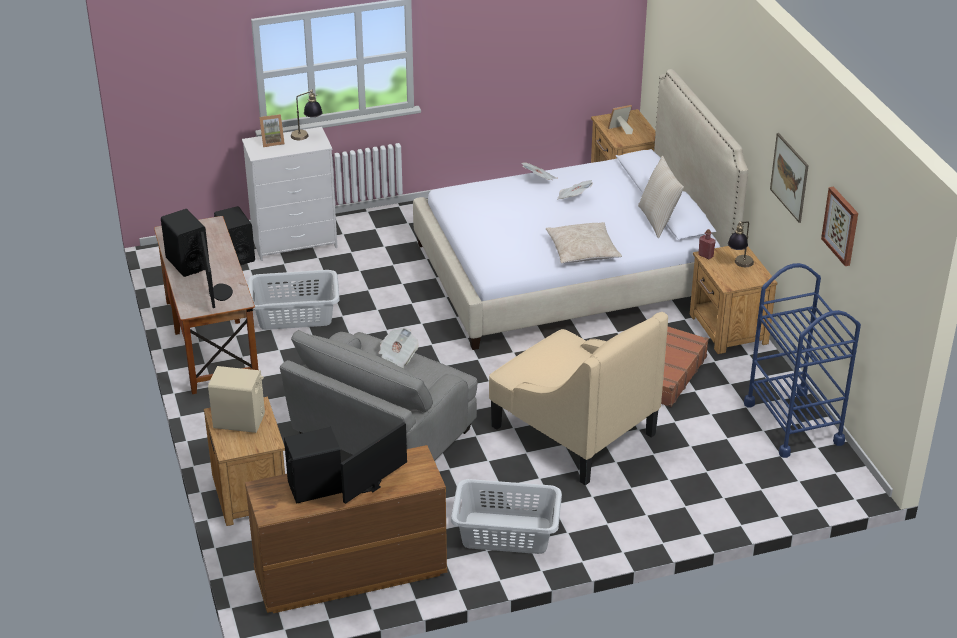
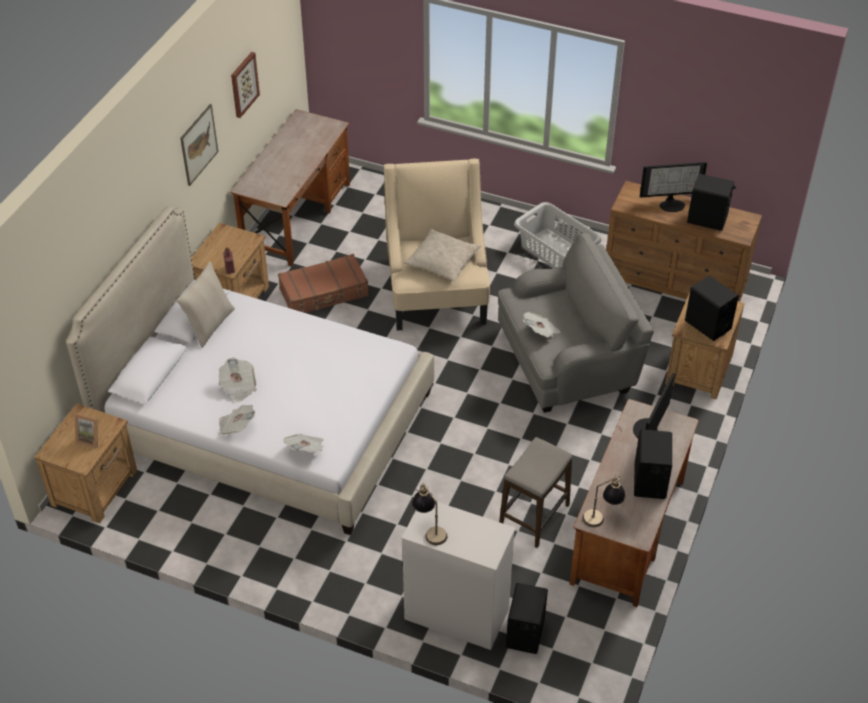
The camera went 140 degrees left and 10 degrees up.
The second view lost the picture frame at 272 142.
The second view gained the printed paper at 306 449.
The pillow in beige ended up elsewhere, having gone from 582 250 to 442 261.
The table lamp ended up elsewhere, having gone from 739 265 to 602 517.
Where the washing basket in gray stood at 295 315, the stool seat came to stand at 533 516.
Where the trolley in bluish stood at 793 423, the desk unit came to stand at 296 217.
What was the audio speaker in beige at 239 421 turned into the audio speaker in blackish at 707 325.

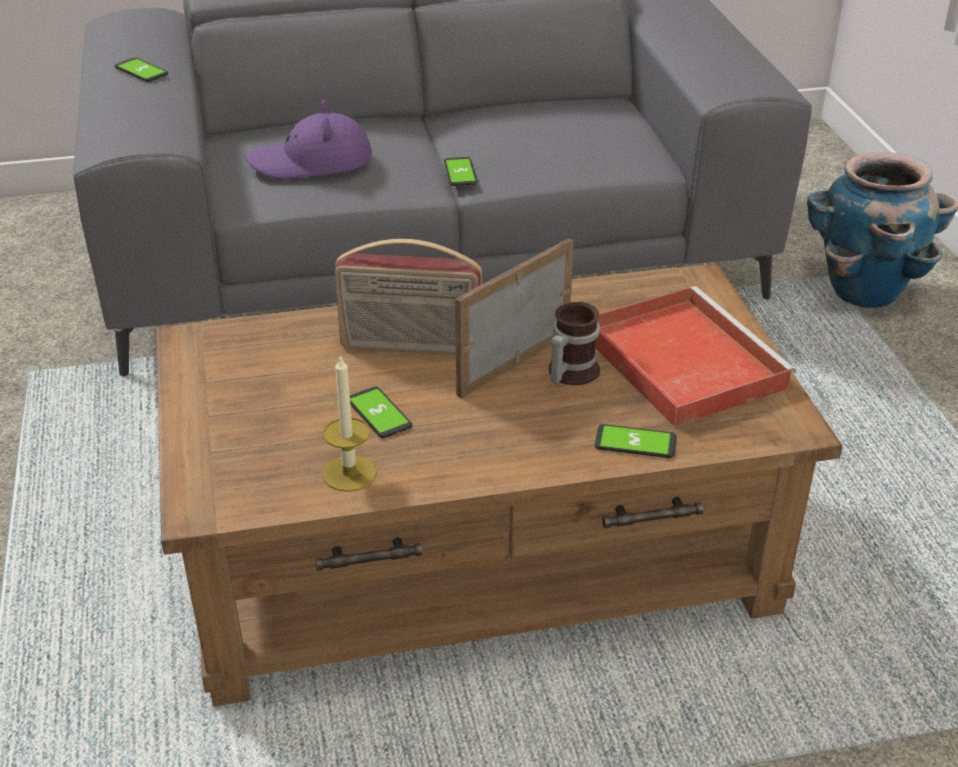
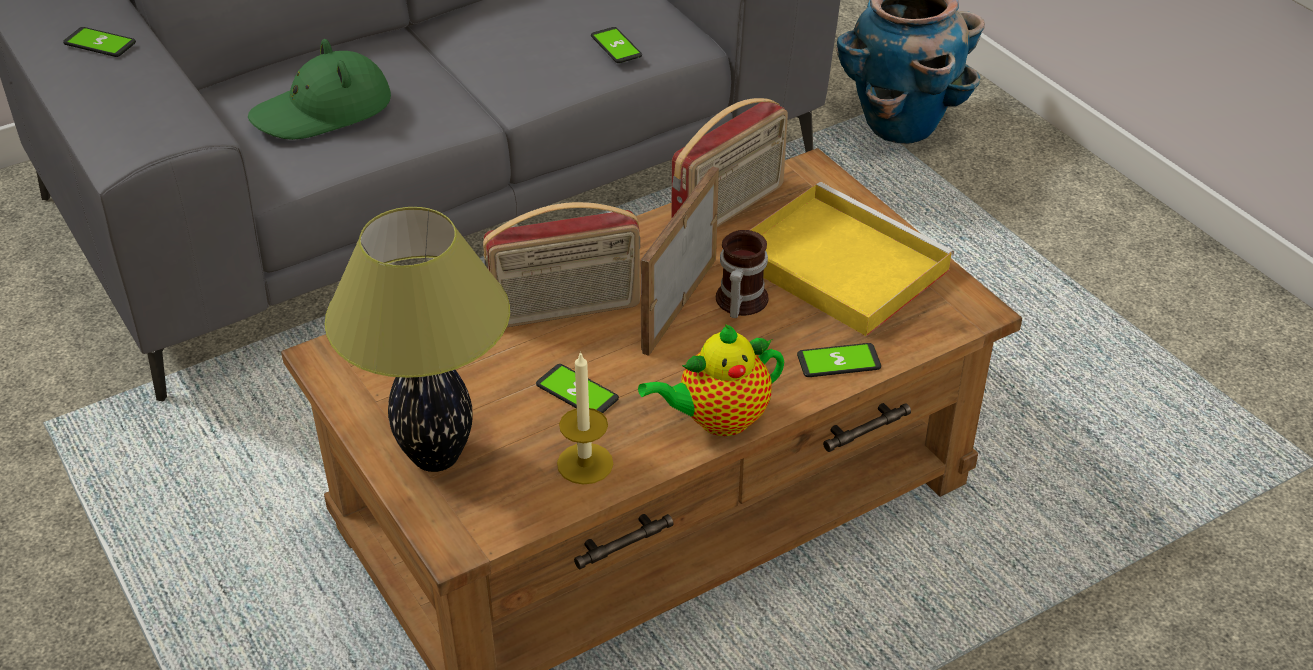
The camera went 20 degrees left and 5 degrees up.
The second view gained the table lamp at 435 457.
The second view gained the teapot at 718 420.
The second view gained the radio at 729 209.
The telephone ended up elsewhere, having gone from 460 173 to 616 46.
What was the hat in purplish at 311 162 turned into the hat in green-coloured at 323 110.
What was the serving tray in red-coloured at 680 360 turned into the serving tray in yellowish at 836 263.

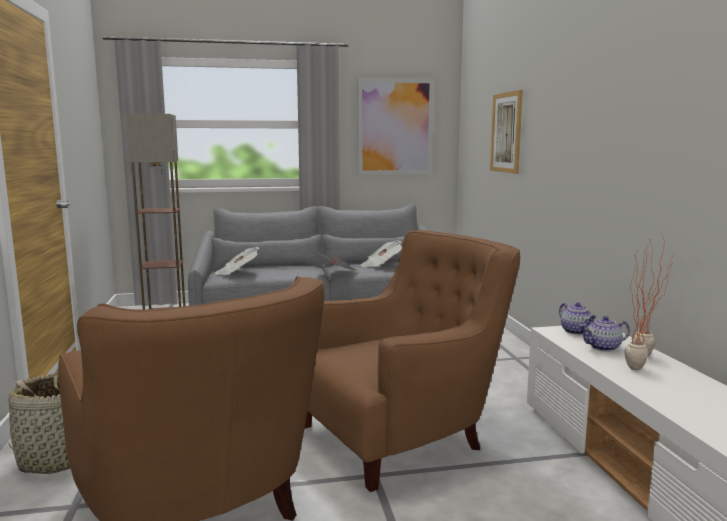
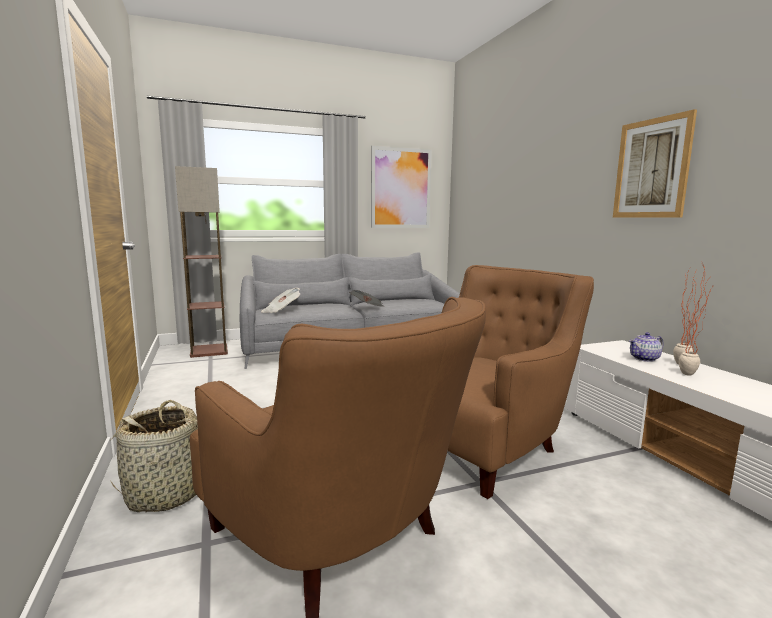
The camera went 10 degrees left and 0 degrees up.
The second view lost the printed paper at 381 265.
The second view lost the teapot at 576 331.
The wall picture ended up elsewhere, having gone from 506 132 to 651 168.

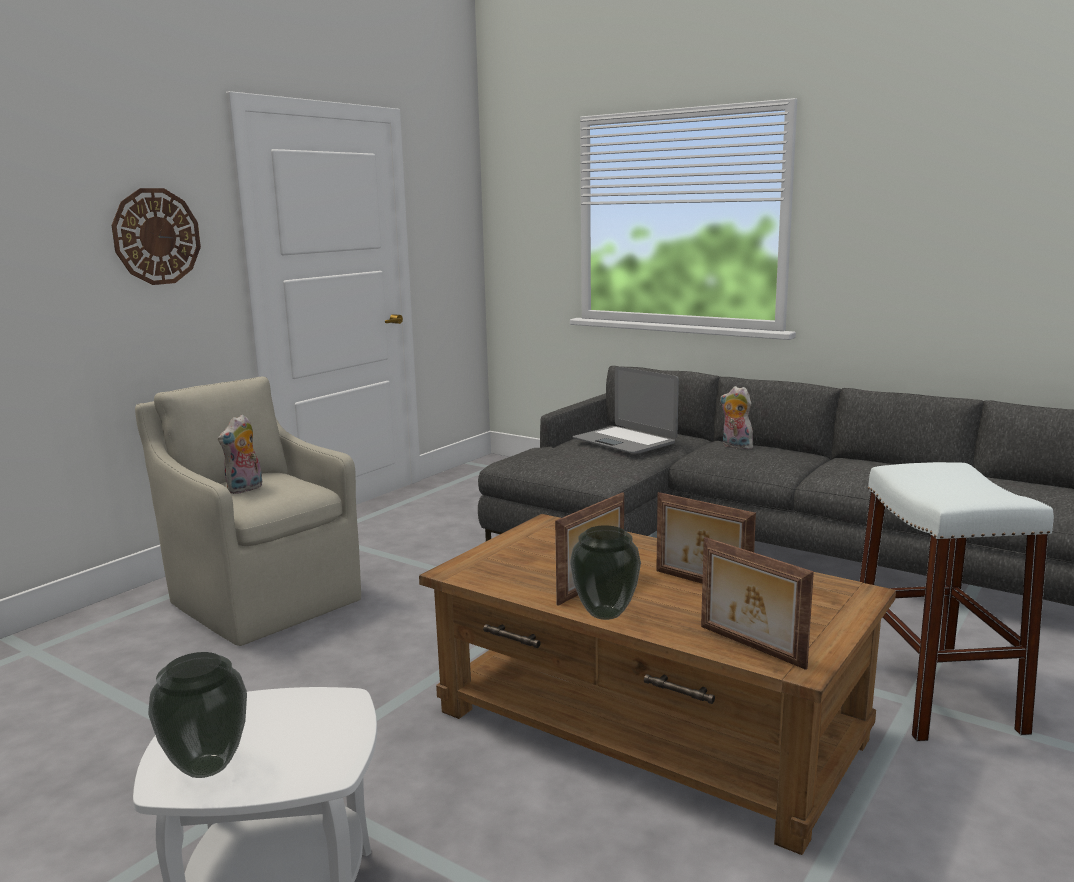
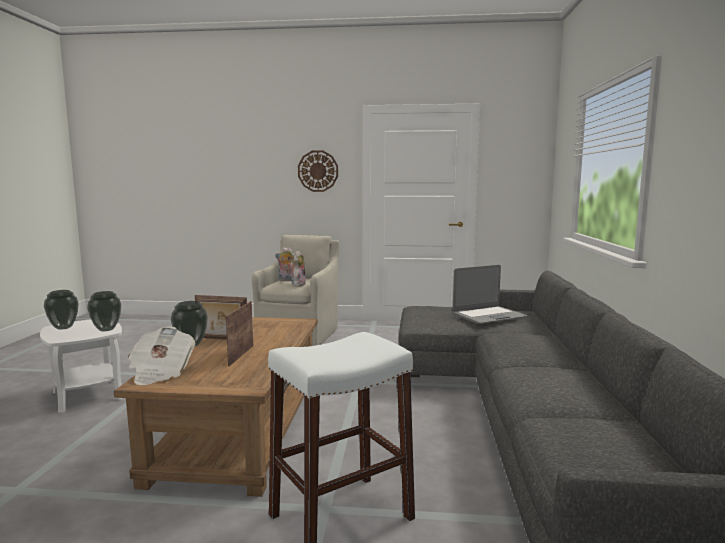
The camera went 60 degrees right and 5 degrees down.
The second view gained the vase at 107 329.
The soft toy ended up elsewhere, having gone from 735 446 to 298 284.
Where the picture frame stood at 750 647, the printed paper came to stand at 161 372.
The notebook computer at 625 441 ended up facing another way, 135 degrees counterclockwise from before.

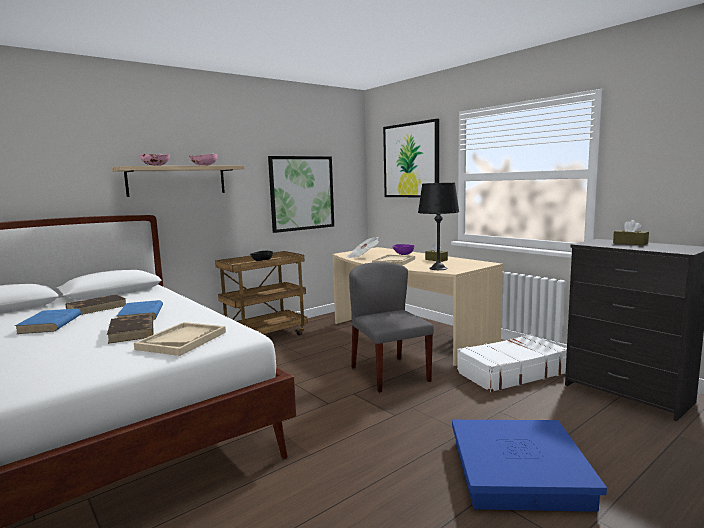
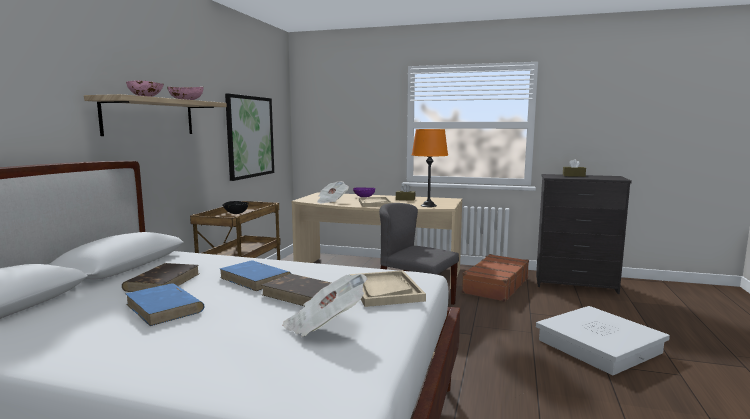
The camera went 35 degrees left and 0 degrees up.
The second view lost the wall picture at 411 160.
The second view gained the printed paper at 324 325.
What was the table lamp in blackish at 438 268 turned into the table lamp in orange at 428 205.
What was the storage container in bluish at 519 472 turned into the storage container in white at 599 346.
What was the piece of luggage in white at 511 373 turned into the piece of luggage in brown-coloured at 495 286.

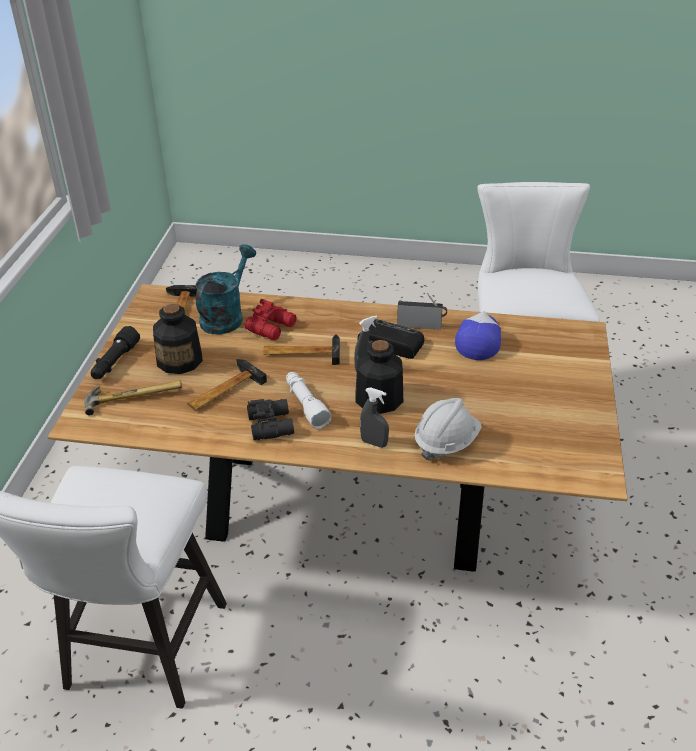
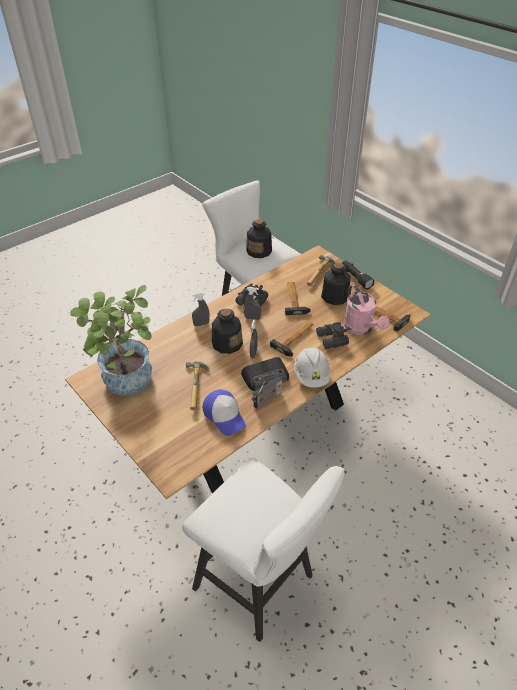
The camera went 130 degrees right and 5 degrees up.
The second view gained the plant in a pot at 127 384.
The second view gained the tool hammer at 198 387.
The second view gained the beverage bottle at 259 251.
The work helmet in white ended up elsewhere, having gone from 446 442 to 311 376.
Where the torch in white stood at 306 405, the spray bottle in gray came to stand at 252 318.
What was the watering pot in turquoise at 226 316 turned into the watering pot in pink at 361 329.
What was the pair of binoculars in red-coloured at 272 327 turned into the pair of binoculars in blackish at 331 340.

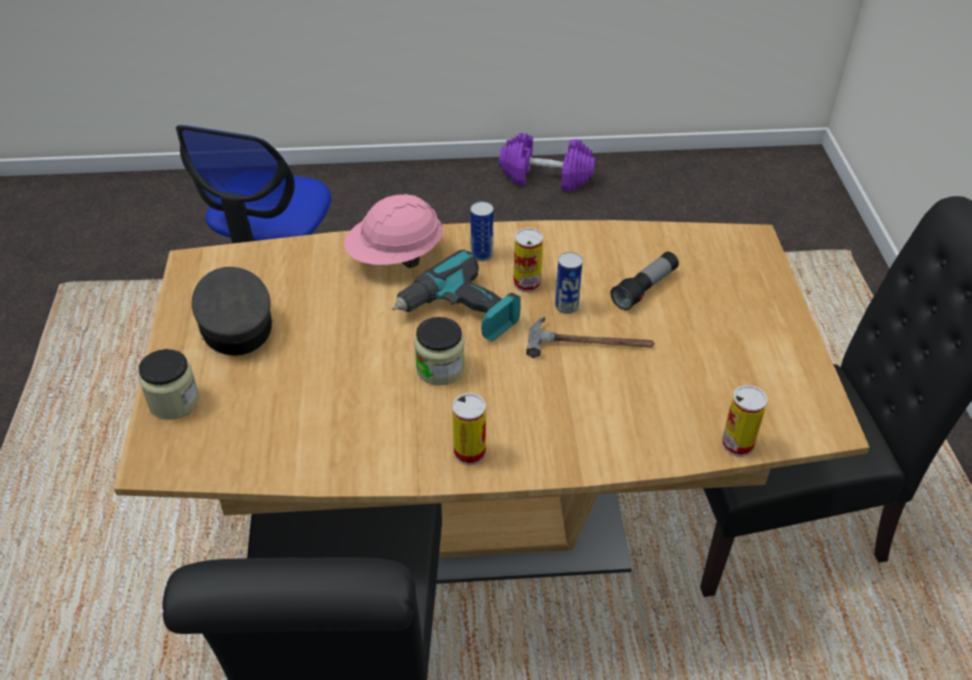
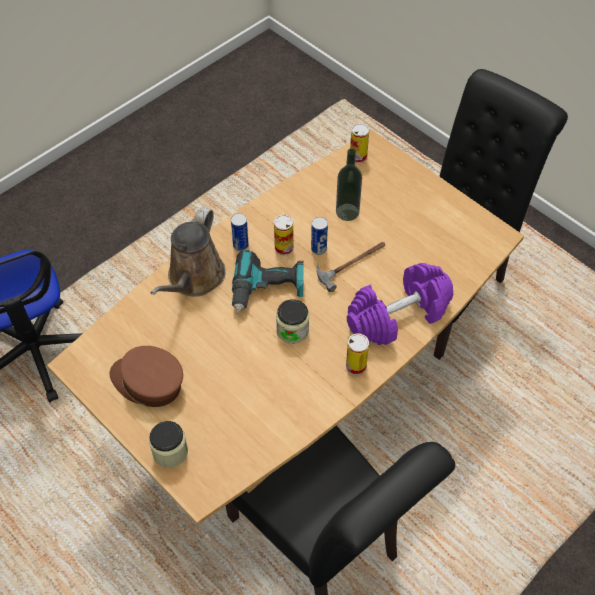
The camera went 40 degrees left and 10 degrees up.
The dumbbell in purplish ended up elsewhere, having gone from 545 177 to 398 316.
The can ended up elsewhere, having gone from 737 444 to 358 156.
Where the work helmet in pink stood at 395 257, the watering pot in brown-coloured came to stand at 194 279.
Where the torch stood at 645 289, the beverage bottle came to stand at 347 212.
What was the peaked cap in gray at 234 323 turned into the peaked cap in brown-coloured at 148 383.

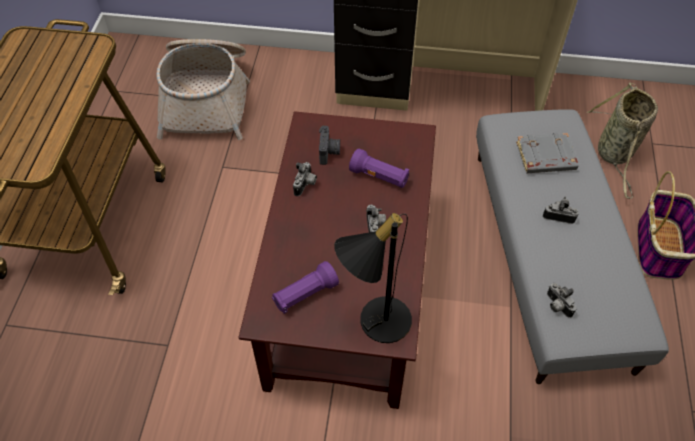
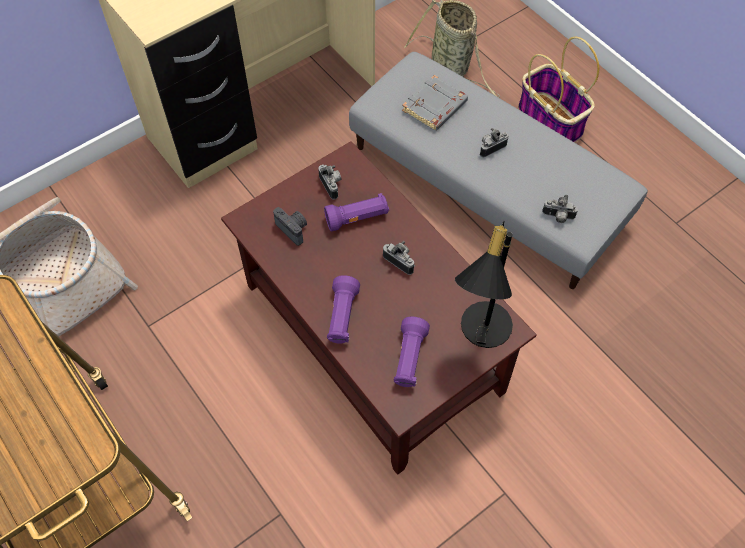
The camera went 45 degrees left and 5 degrees up.
The second view gained the torch in purplish at 342 317.
The photo camera ended up elsewhere, having gone from 306 185 to 332 185.

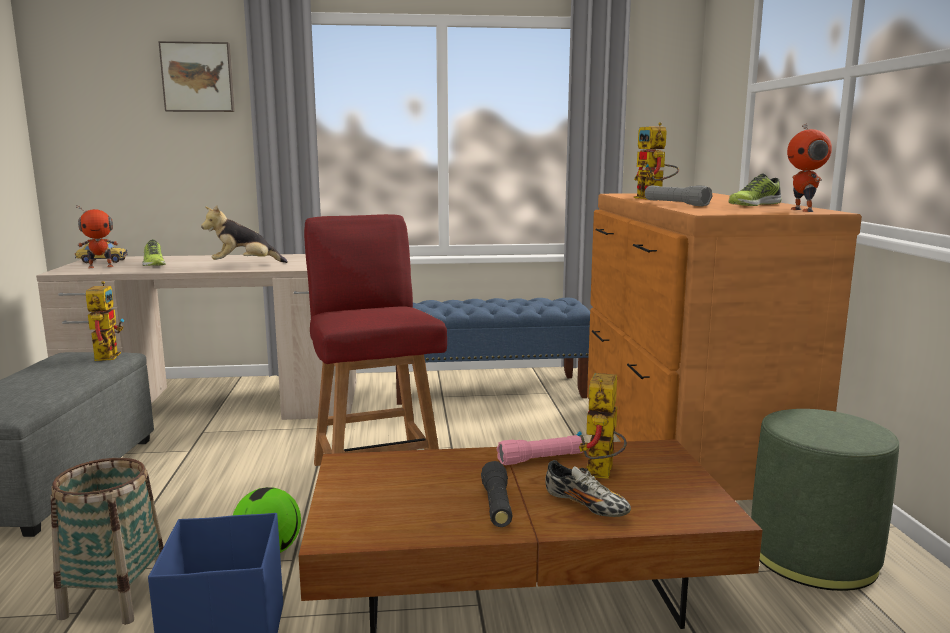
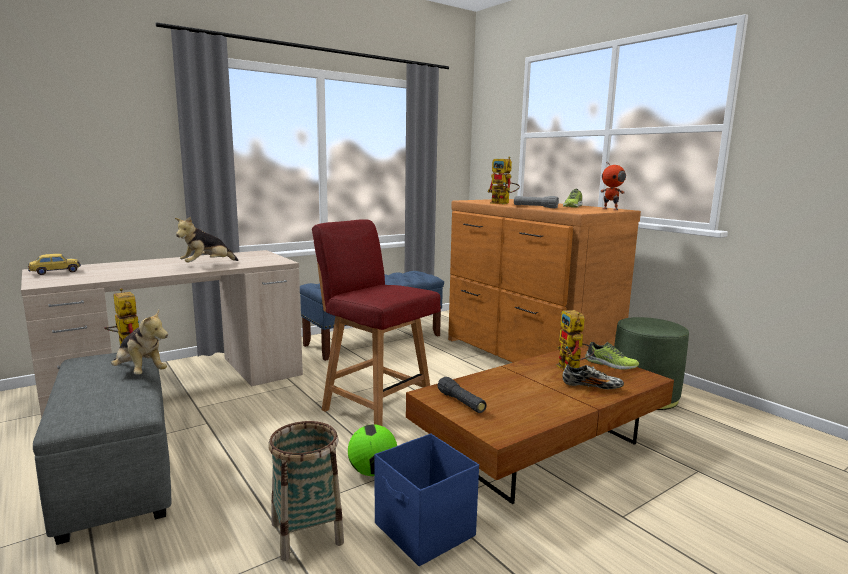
The camera went 30 degrees left and 0 degrees up.
The second view lost the robot figure at 101 267.
The second view lost the wall picture at 198 77.
The second view lost the torch in pink at 541 459.
The second view gained the soft toy at 139 373.
The shoe ended up elsewhere, having gone from 153 264 to 610 364.
The torch in blackish ended up elsewhere, having gone from 497 506 to 461 402.

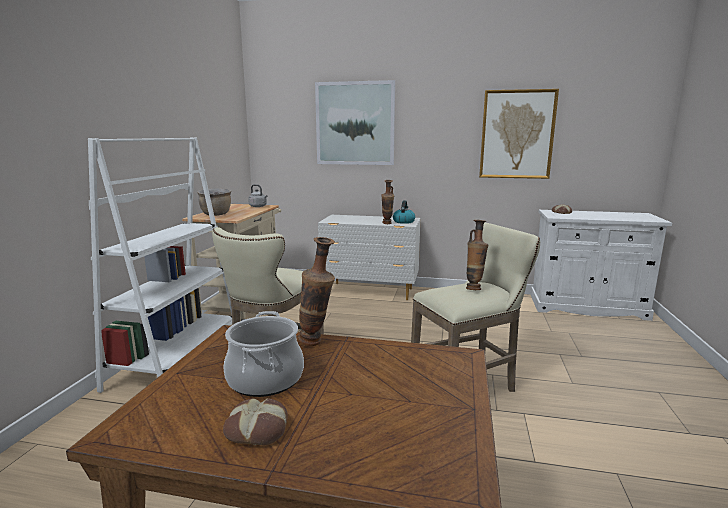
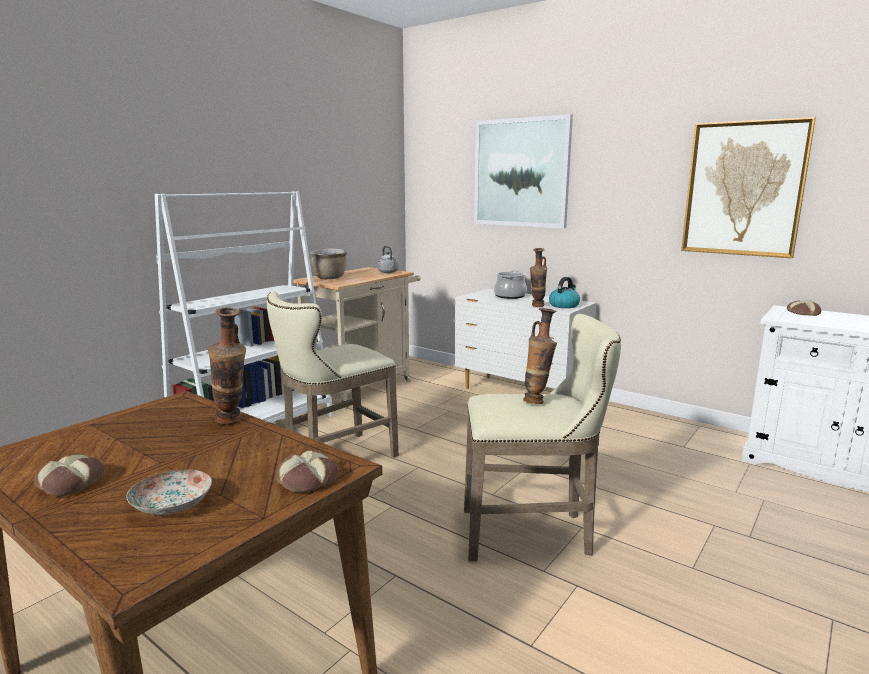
The camera went 25 degrees right and 0 degrees up.
The second view gained the plate at 173 505.
The second view gained the bread at 307 480.
The stockpot ended up elsewhere, having gone from 265 379 to 509 296.

